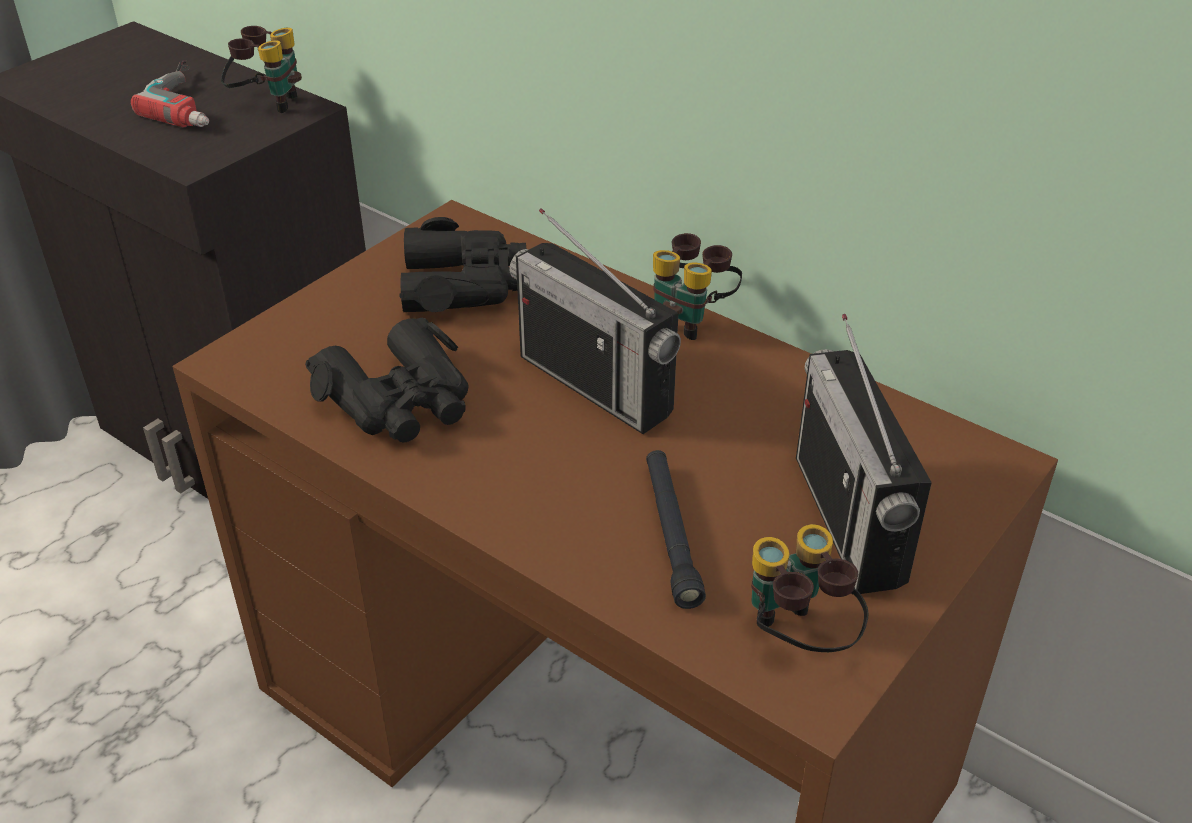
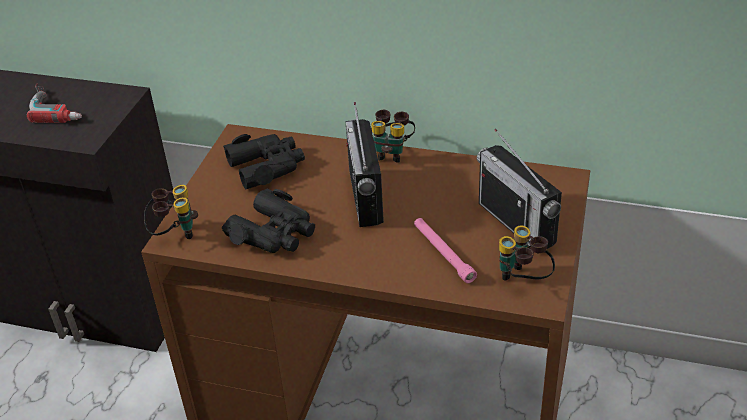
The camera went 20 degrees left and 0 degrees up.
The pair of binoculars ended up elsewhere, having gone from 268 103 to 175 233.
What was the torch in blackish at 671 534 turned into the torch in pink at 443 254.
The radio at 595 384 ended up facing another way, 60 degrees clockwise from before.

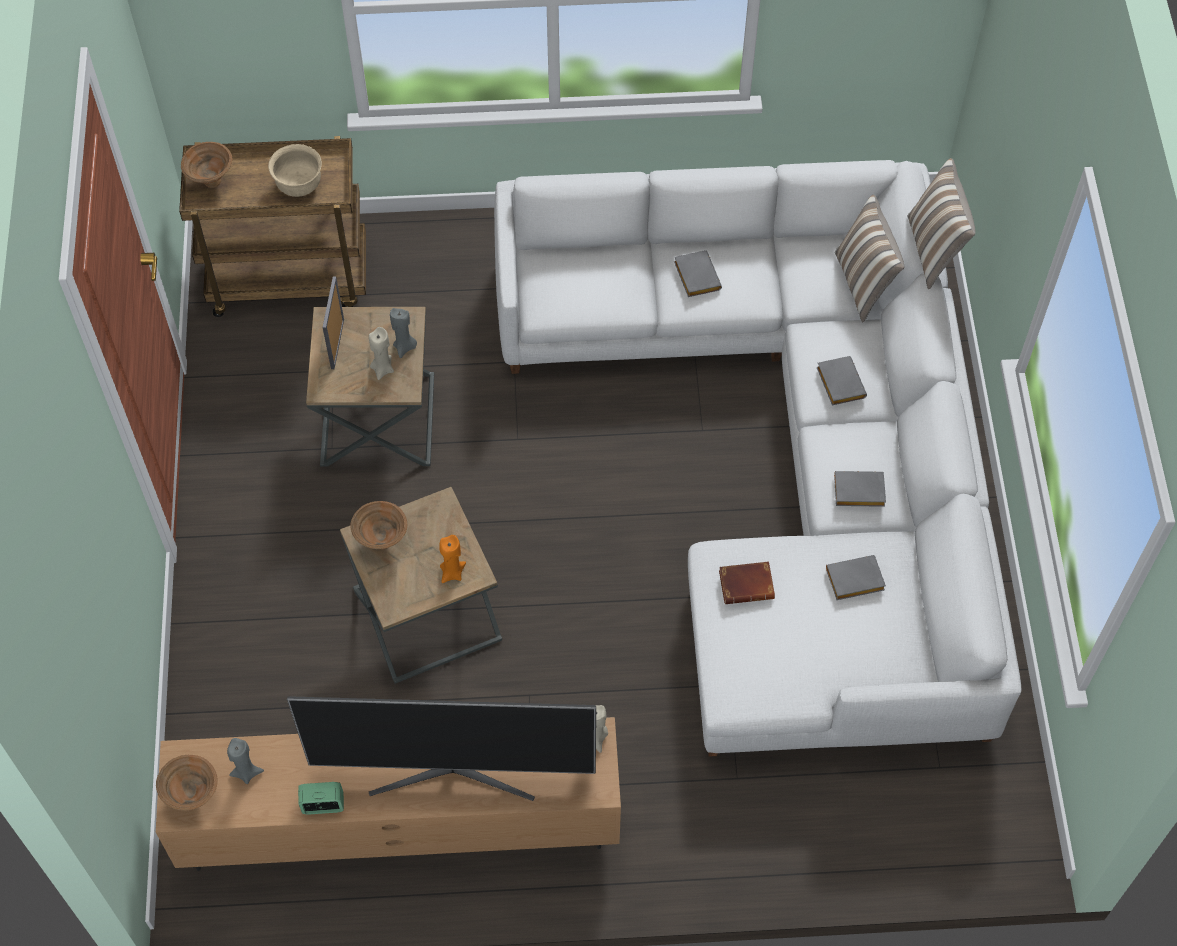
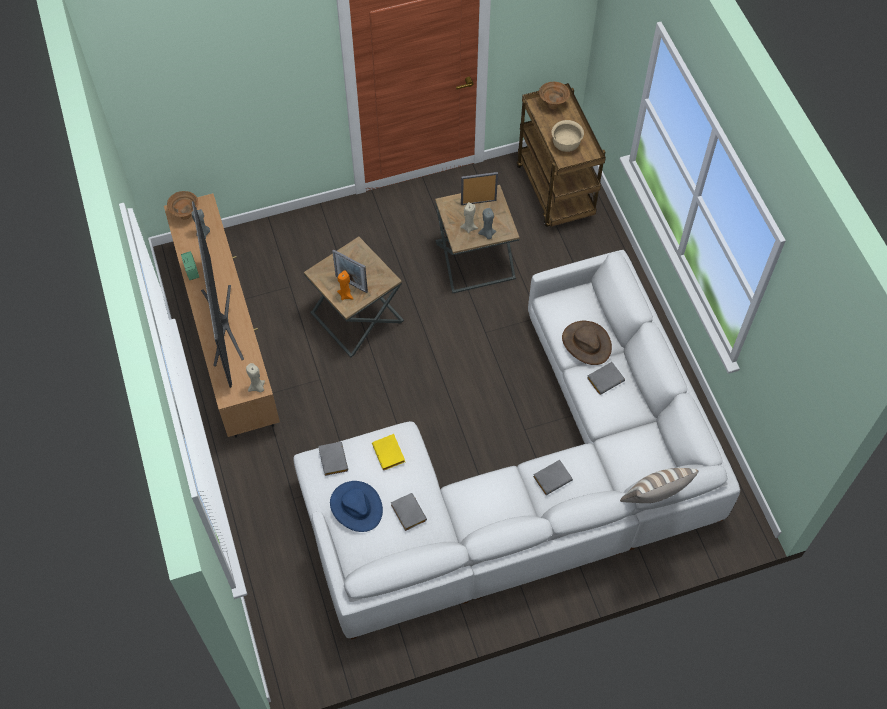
The camera went 75 degrees right and 0 degrees up.
The second view lost the serving bowl in brown-coloured at 381 541.
The second view lost the pillow at 864 283.
The second view gained the hat in bluish at 356 507.
The second view gained the picture frame at 351 284.
The second view gained the hat in brown-coloured at 586 343.
The bound book in gray ended up elsewhere, having gone from 857 493 to 332 459.
What was the bound book in brown-coloured at 747 584 turned into the bound book in yellowish at 390 454.

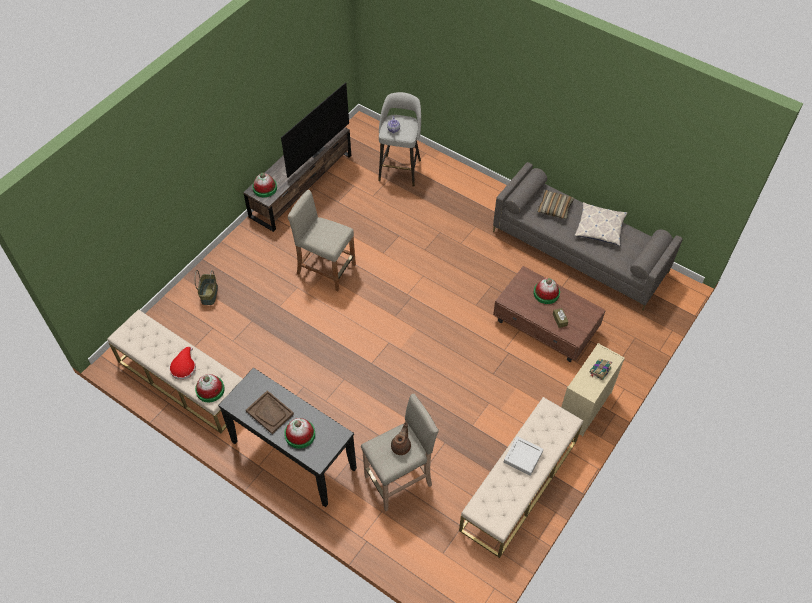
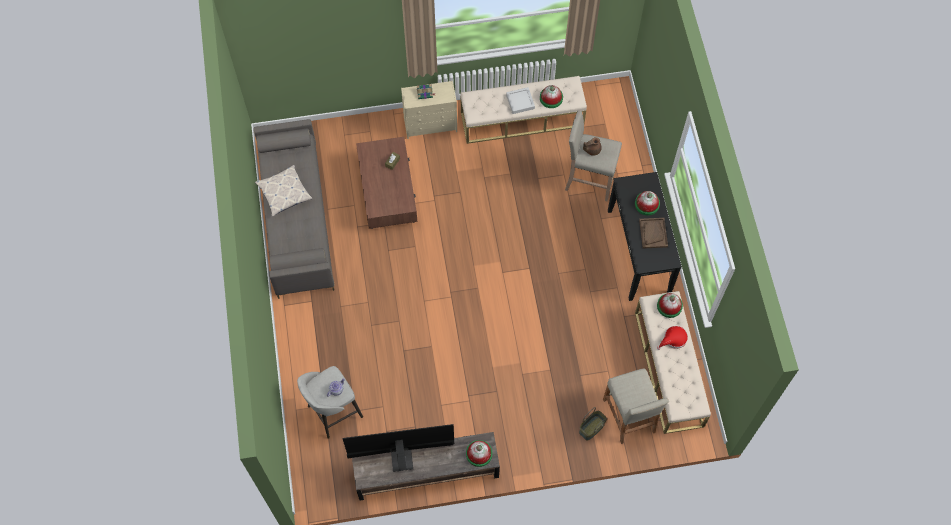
The camera went 135 degrees left and 10 degrees up.
The second view lost the pillow at 554 208.
The stool seat in beige ended up elsewhere, having gone from 326 269 to 629 415.
The hat ended up elsewhere, having gone from 546 293 to 551 98.

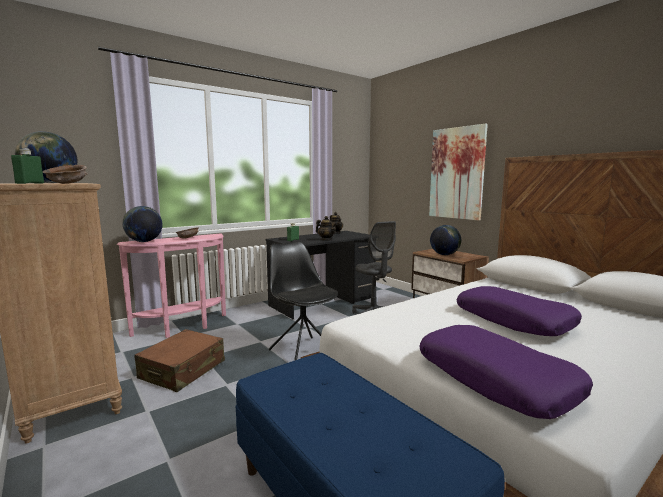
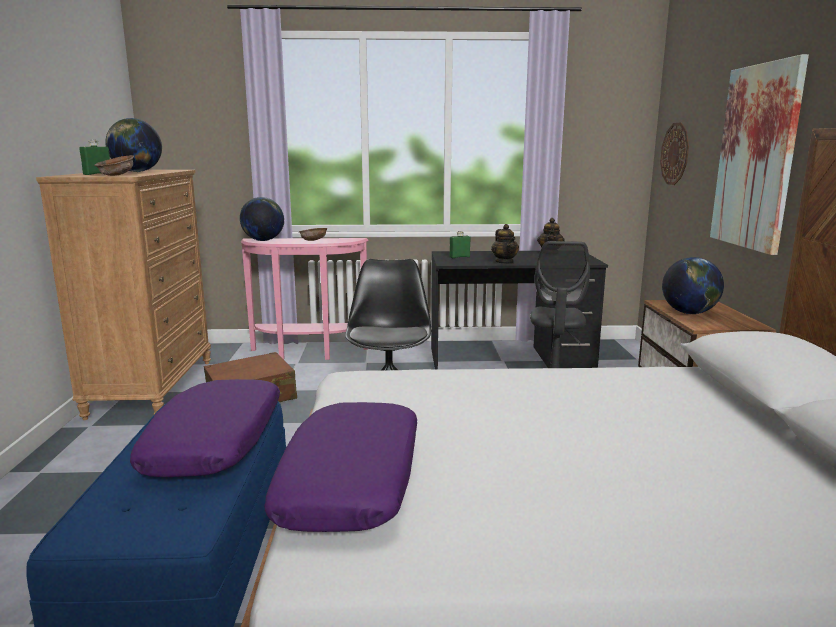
The camera went 35 degrees right and 5 degrees up.
The second view gained the clock on the wall at 675 154.
The pillow in purplish ended up elsewhere, having gone from 513 320 to 216 442.

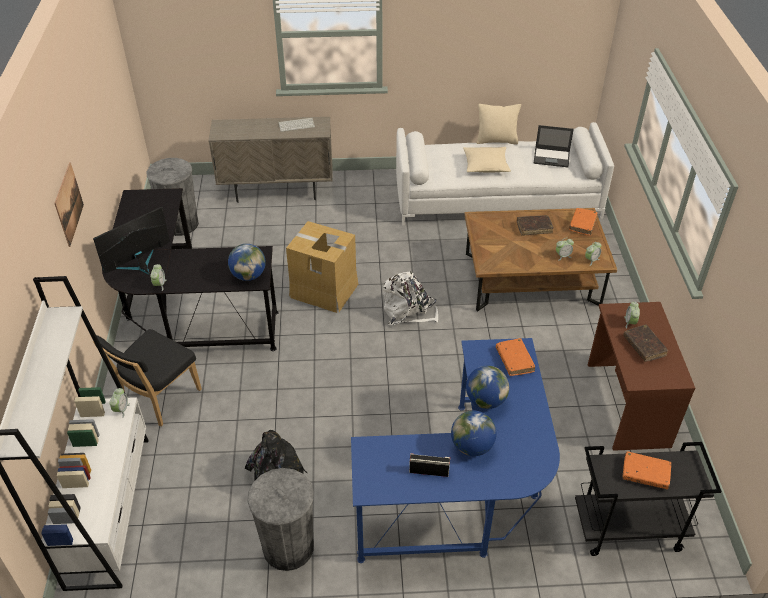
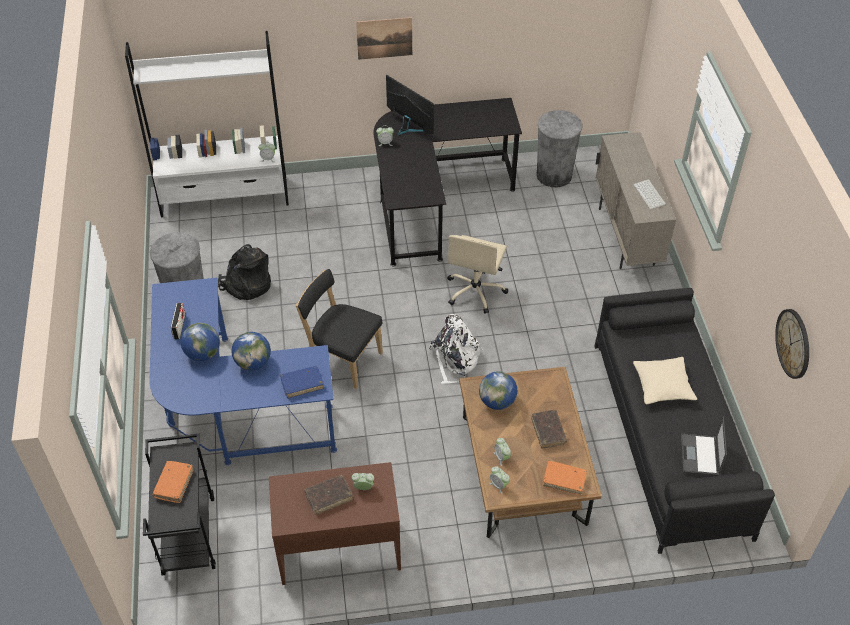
The camera went 85 degrees right and 5 degrees up.
The second view lost the pillow in beige at 496 140.
The second view gained the clock on the wall at 793 343.
The upright chair in blackish ended up elsewhere, having gone from 158 399 to 343 359.
The globe ended up elsewhere, having gone from 248 275 to 497 401.
Where the cardboard box stood at 324 290, the computer chair in beige came to stand at 475 291.
What was the sofa in white at 497 198 turned into the sofa in blackish at 669 437.
What was the bound book in orange at 514 360 turned into the bound book in bluish at 302 384.

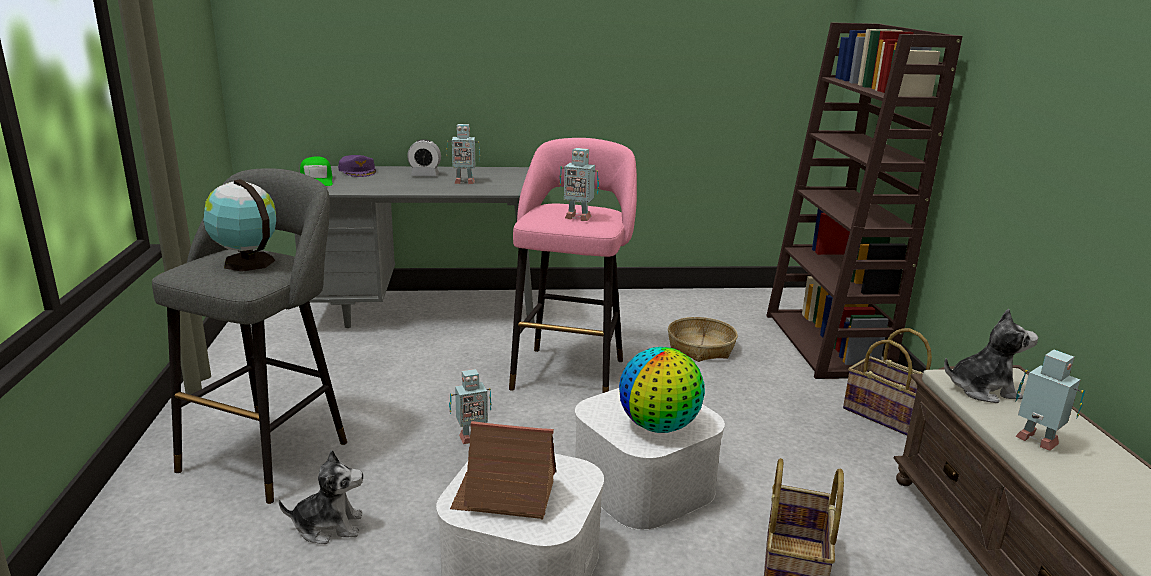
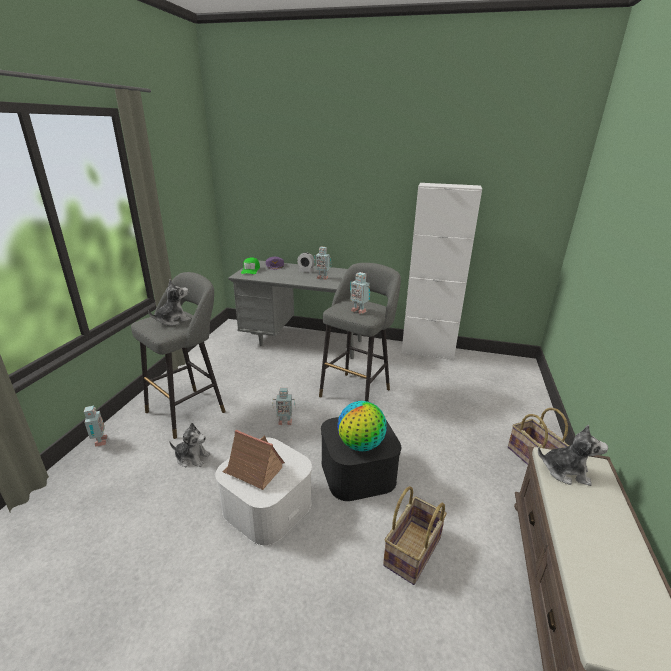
The camera went 20 degrees right and 5 degrees up.
The second view lost the household basket at 700 348.
The second view lost the shelving unit in brown-coloured at 827 345.
The second view gained the storage cabinet in white at 427 351.
The robot figure ended up elsewhere, having gone from 1036 442 to 99 442.
Where the globe stood at 246 262, the soft toy came to stand at 173 320.
What was the stool seat in pink at 570 371 turned into the stool seat in gray at 357 391.
What was the storage container in white at 643 484 turned into the storage container in blackish at 357 471.

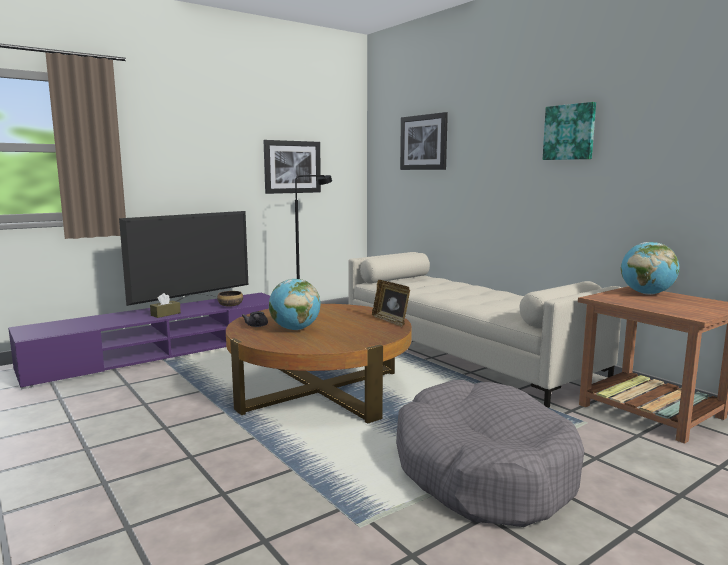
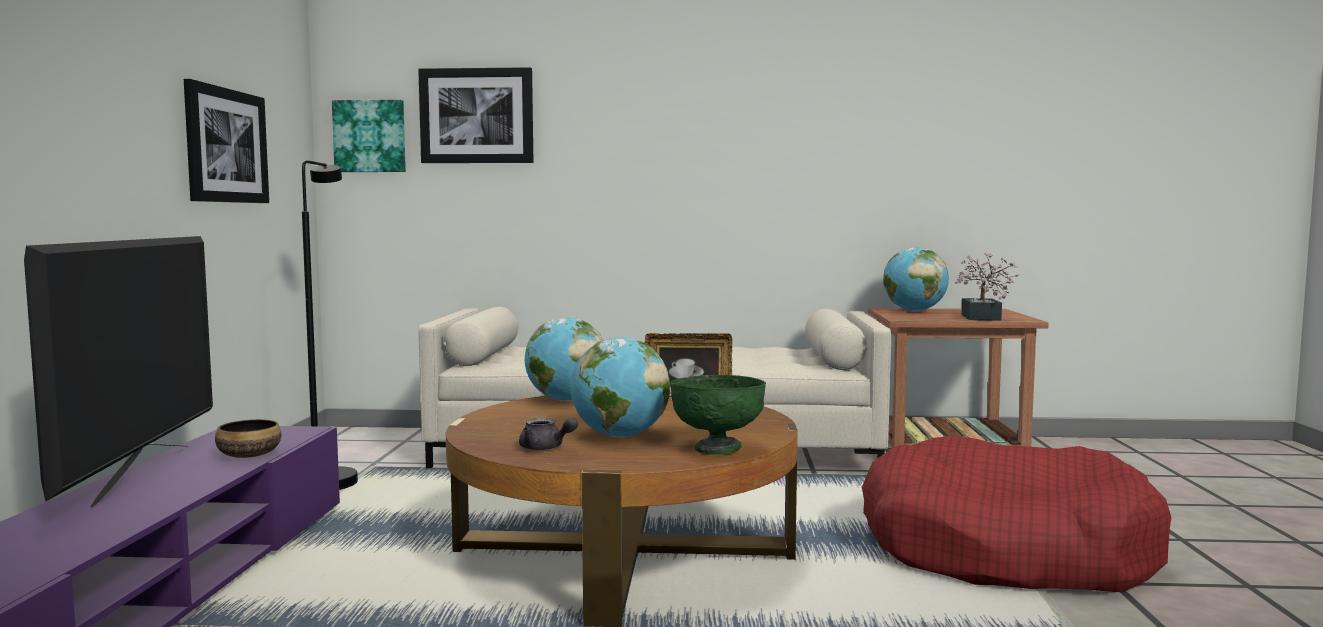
The camera went 50 degrees left and 5 degrees down.
The second view lost the tissue holder in brown-coloured at 165 314.
The second view gained the globe at 566 400.
The second view gained the serving bowl in green-coloured at 717 449.
The second view gained the plant in a pot at 981 318.
The wall picture ended up elsewhere, having gone from 569 132 to 370 136.
What was the dog bed in gray at 482 470 turned into the dog bed in red-coloured at 1005 550.

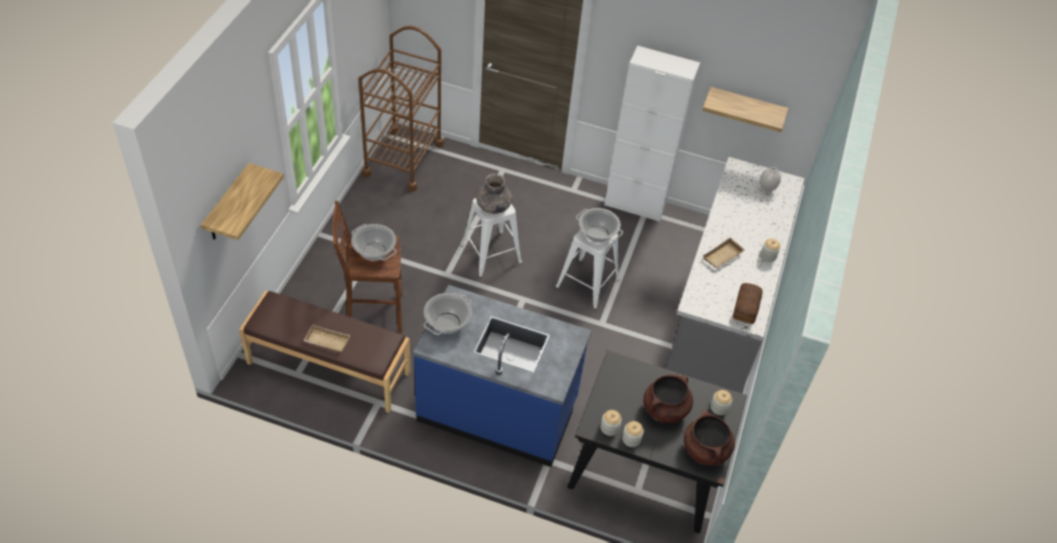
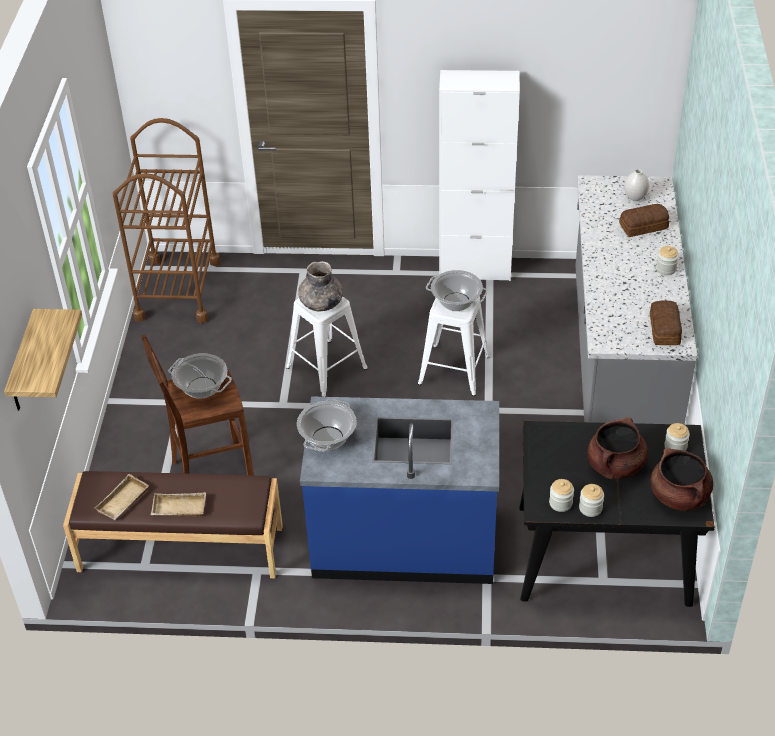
The camera went 10 degrees left and 5 degrees down.
The second view lost the shelf at 746 108.
The second view gained the bread at 644 226.
The serving tray in beige ended up elsewhere, having gone from 723 257 to 123 502.

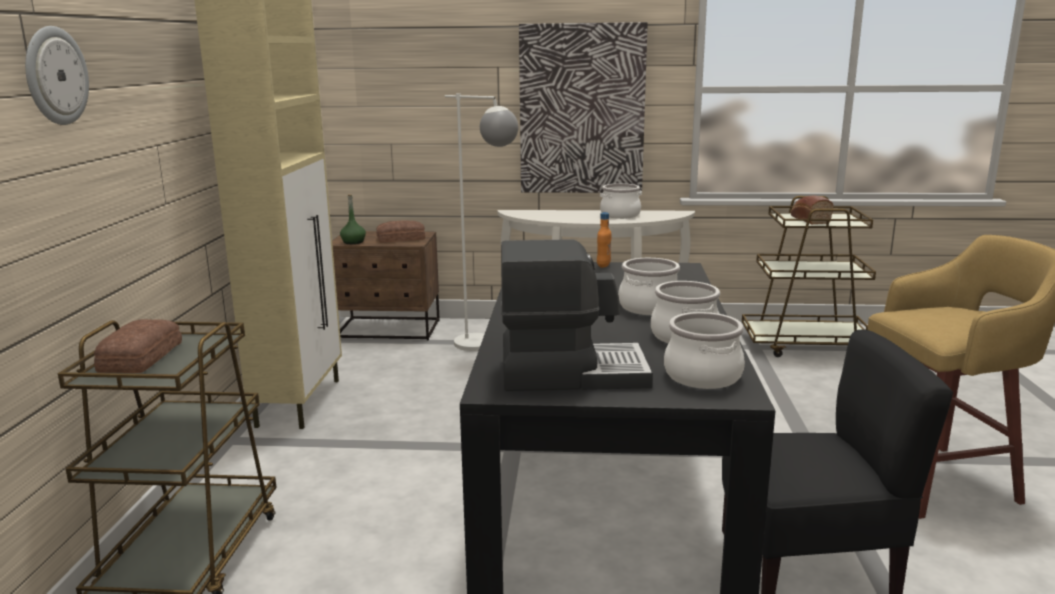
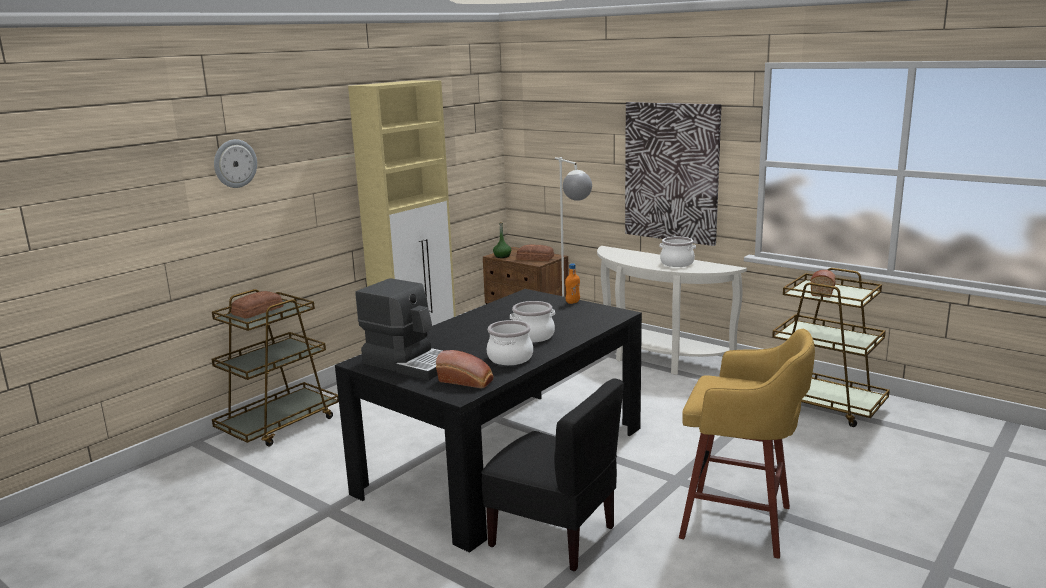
The camera went 35 degrees right and 0 degrees up.
Where the stockpot stood at 703 376, the bread came to stand at 467 381.

